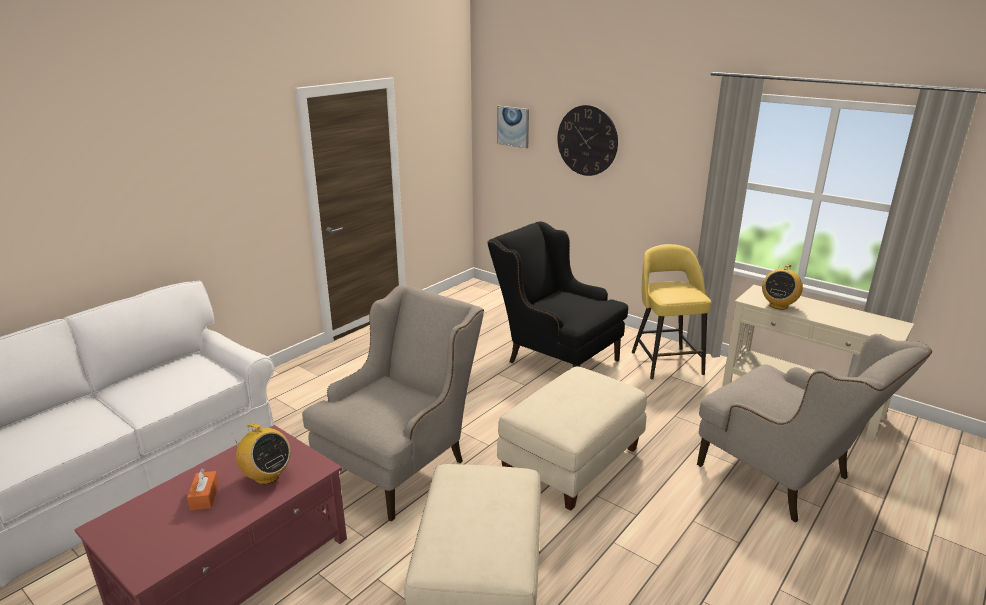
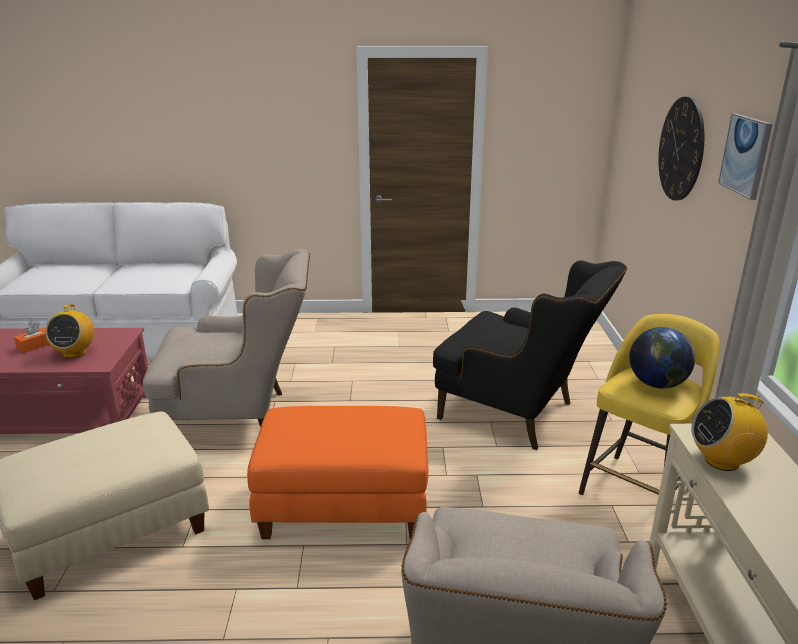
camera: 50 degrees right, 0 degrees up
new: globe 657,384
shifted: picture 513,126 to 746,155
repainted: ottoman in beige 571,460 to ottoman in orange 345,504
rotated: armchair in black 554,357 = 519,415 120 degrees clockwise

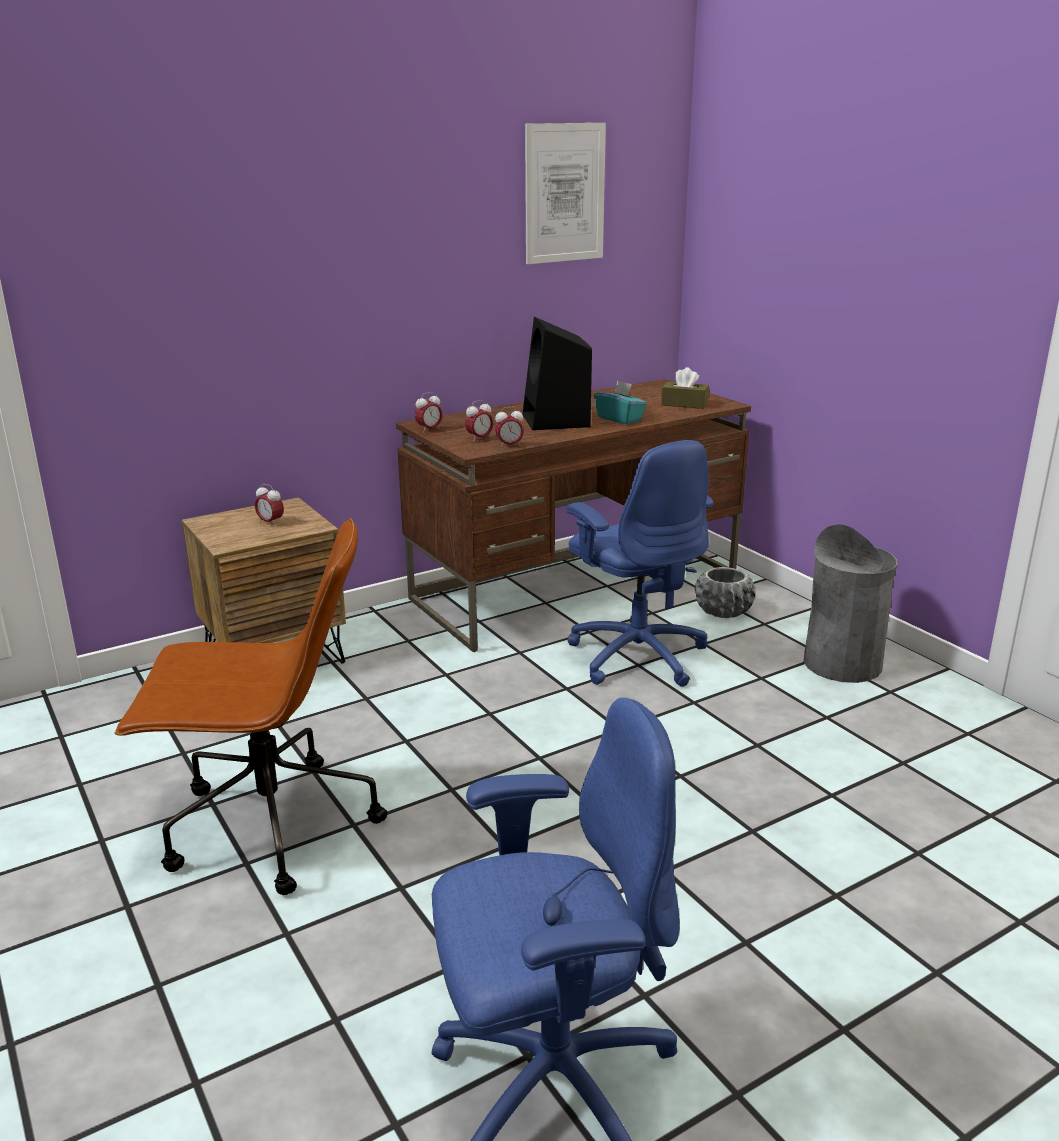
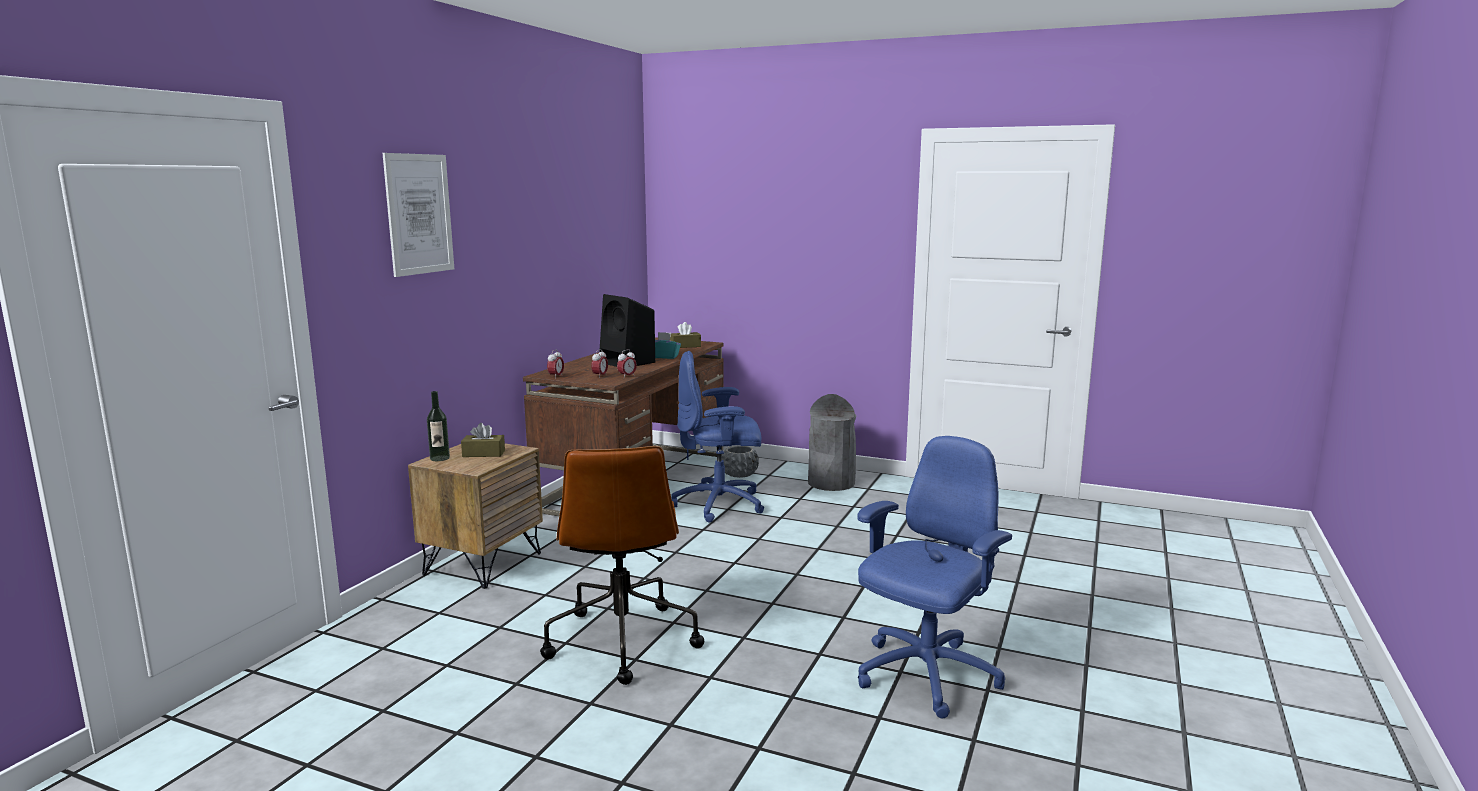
camera: 35 degrees left, 10 degrees down
new: bottle 440,458
shifted: picture 564,193 to 419,214
swapped: alarm clock 270,523 to tissue box in brown 483,453
rotated: office chair in blue 637,655 = 720,505 150 degrees clockwise; office chair in brown 268,827 = 622,640 120 degrees clockwise

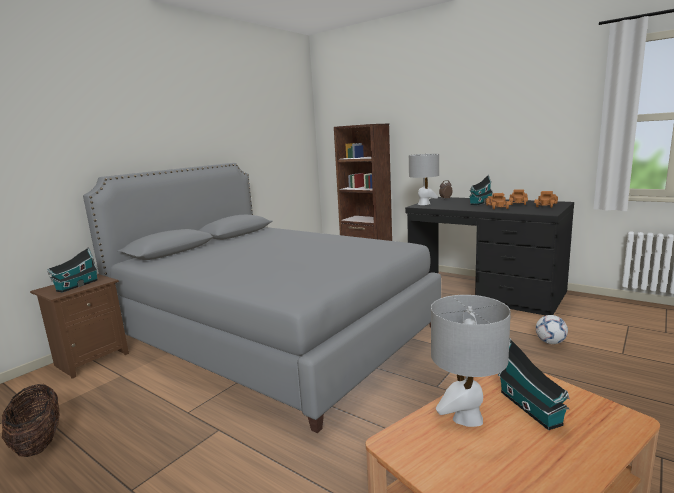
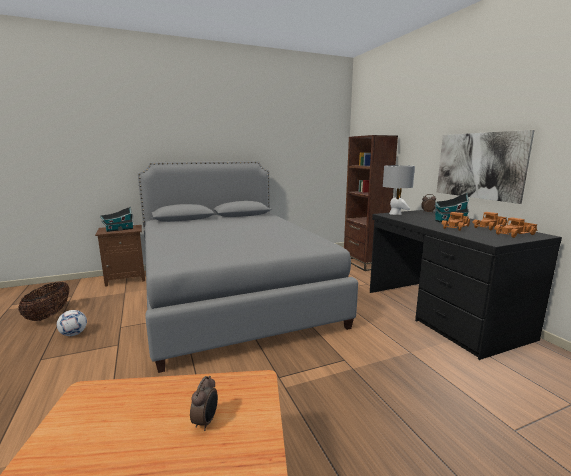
camera: 30 degrees right, 0 degrees up
gone: table lamp in grey 467,418
new: picture 479,165
shifted: football 550,342 to 74,334
swapped: toy house 532,409 to alarm clock 206,421

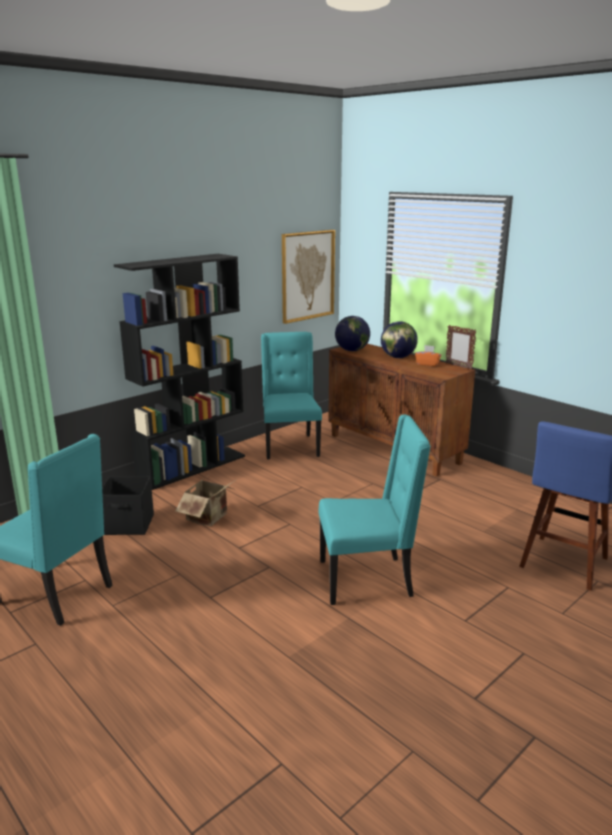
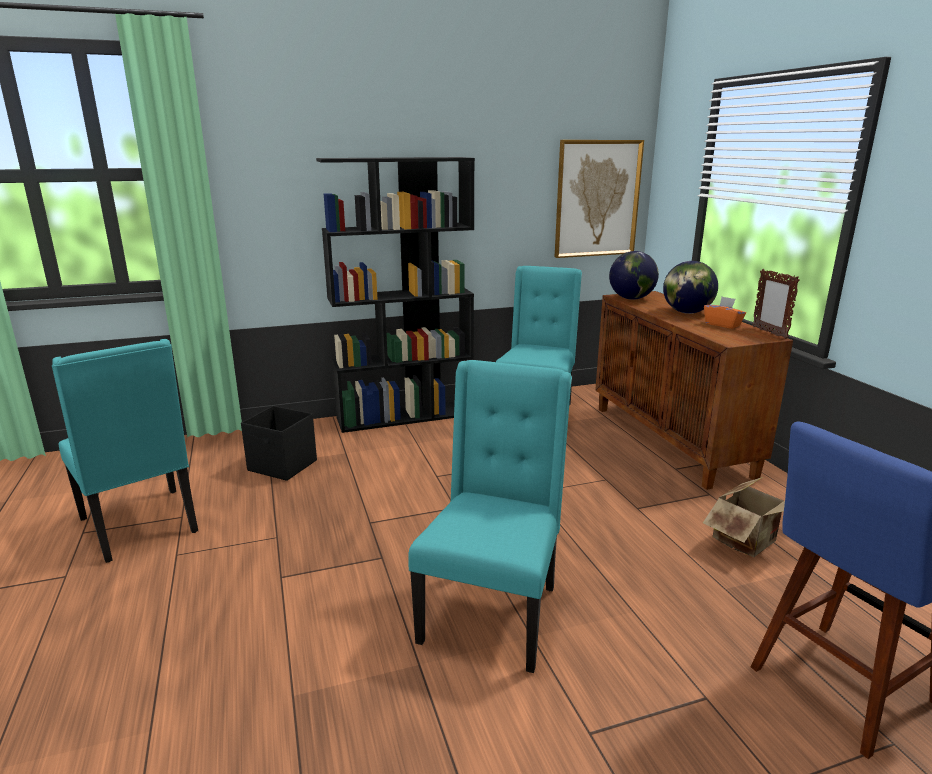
camera: 25 degrees right, 0 degrees up
shifted: cardboard box 210,517 to 749,542
rotated: chair in turquoise 367,579 = 492,613 90 degrees counterclockwise

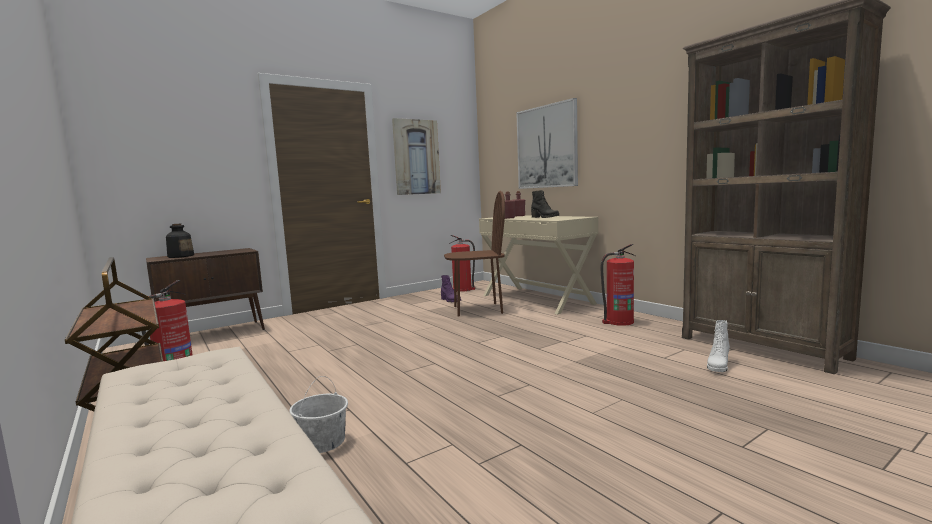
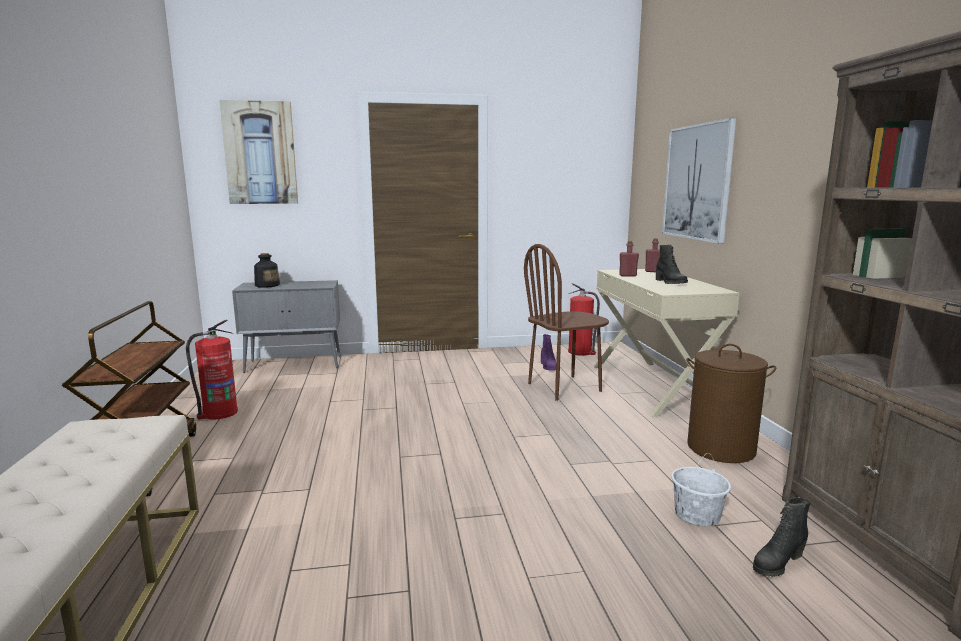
camera: 25 degrees right, 5 degrees up
shifted: picture 416,157 to 260,153; bucket in white 323,442 to 697,514
swapped: fire extinguisher 619,322 to laundry basket in brown 721,448
repainted: cabinet in brown 214,334 to cabinet in grey 295,364; boot in white 718,366 to boot in black 777,563
rotated: chair in brown 478,309 = 564,387 135 degrees clockwise

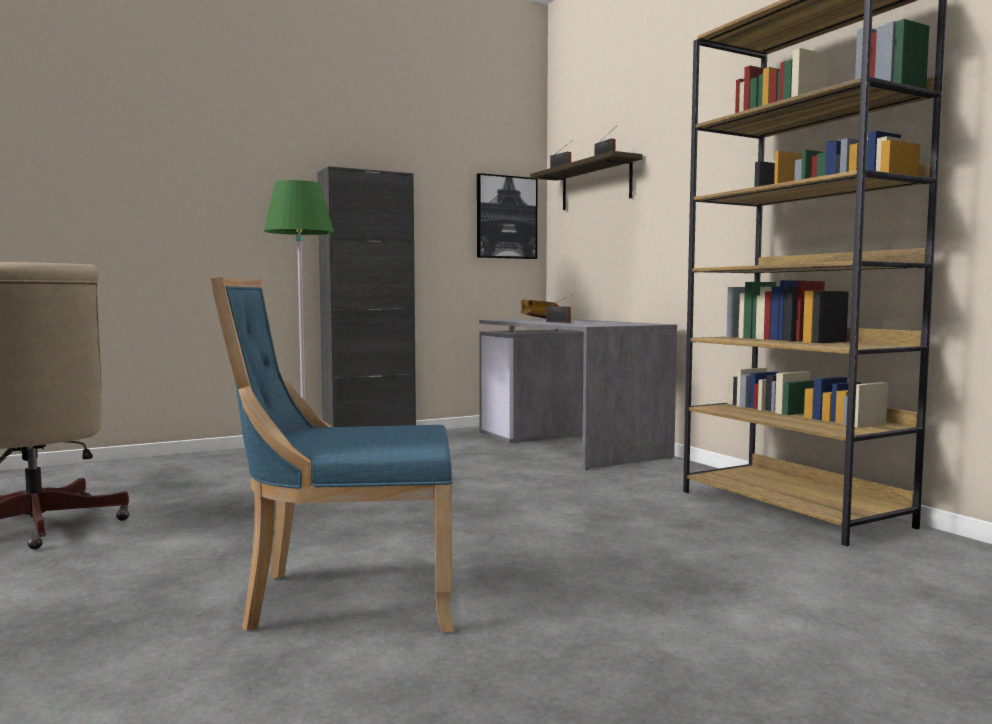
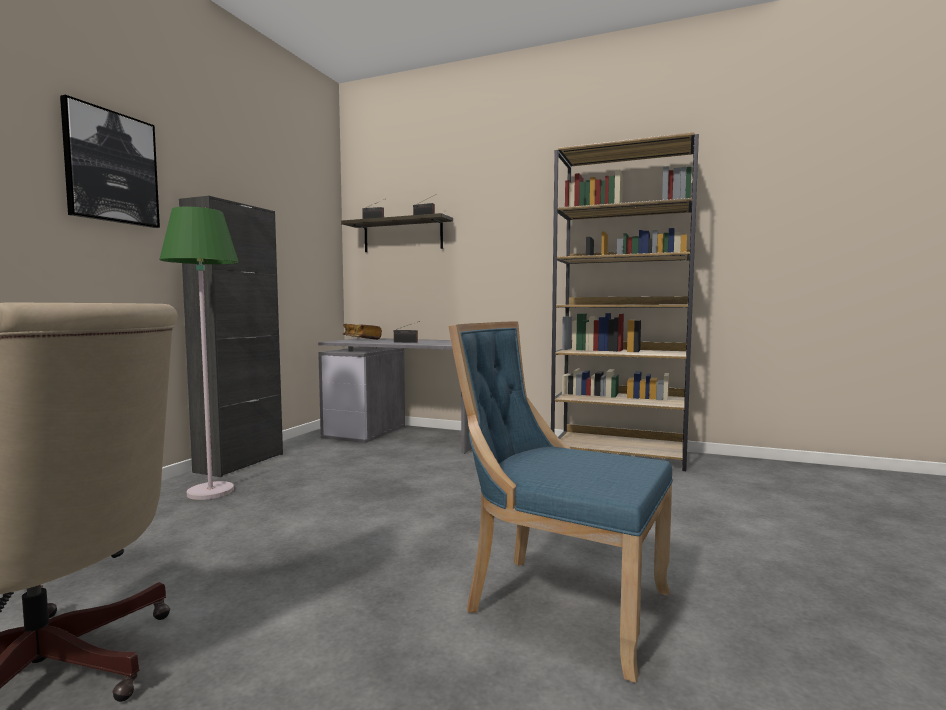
camera: 40 degrees left, 0 degrees up
shifted: picture 506,217 to 111,167
rotated: chair in blue 346,598 = 559,603 75 degrees clockwise

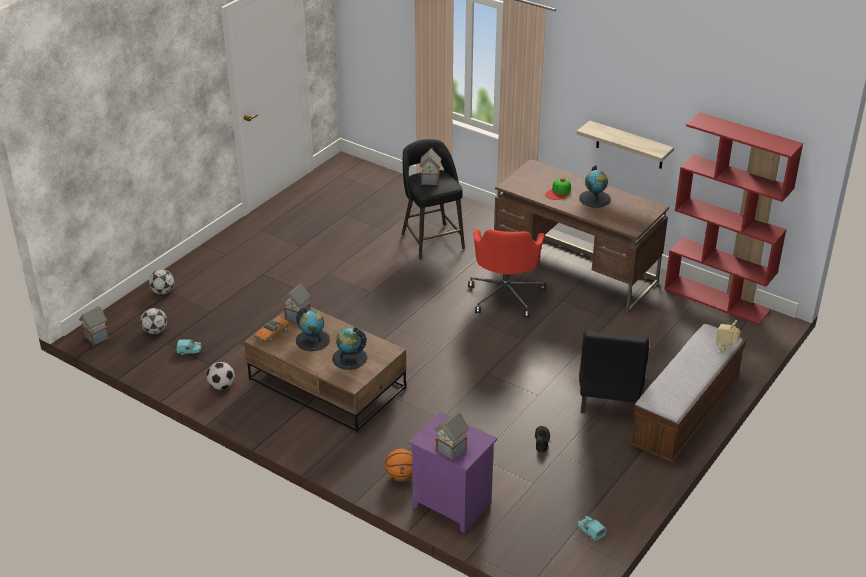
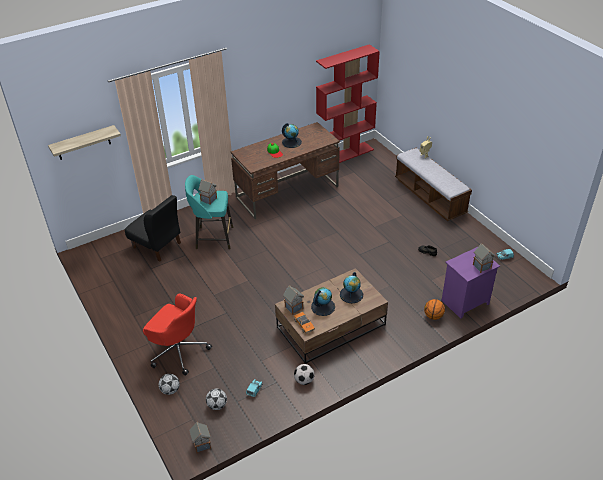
camera: 65 degrees left, 5 degrees up
shifted: shelf 629,145 to 83,143; office chair in red 505,295 to 178,350; chair in black 609,396 to 157,245
repainted: stool in black 432,240 to stool in turquoise 213,238

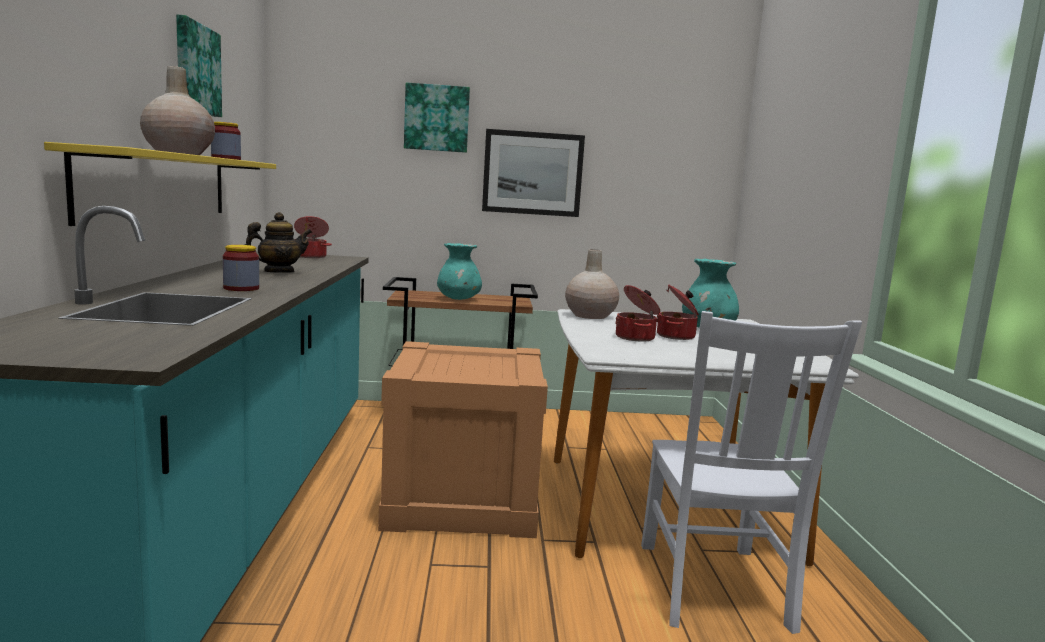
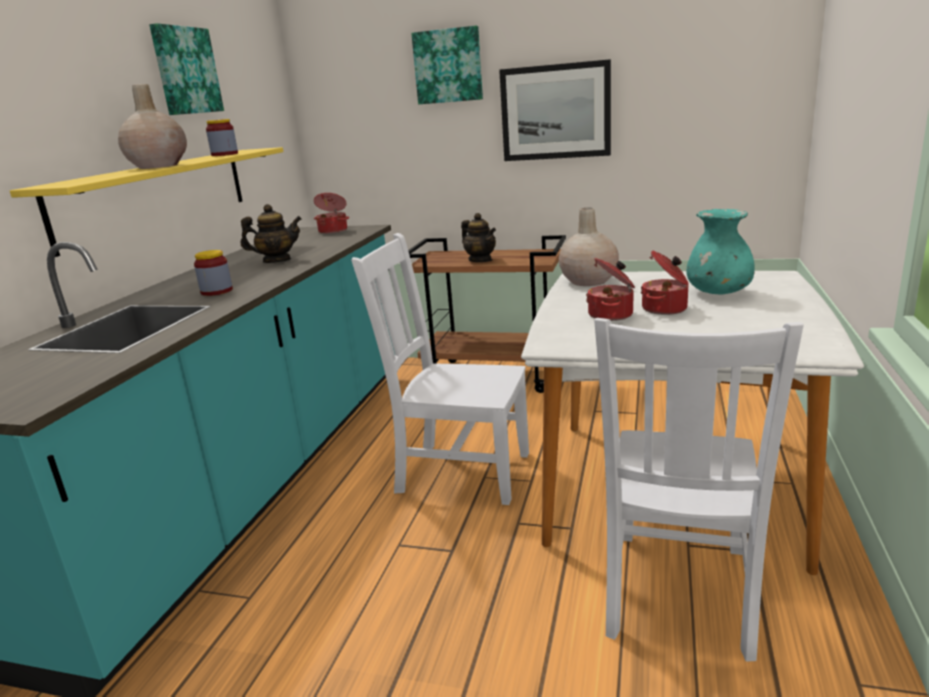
camera: 20 degrees right, 10 degrees up
swapped: vase in turquoise 459,299 to teapot 480,260; crate 461,498 to chair in white 458,471

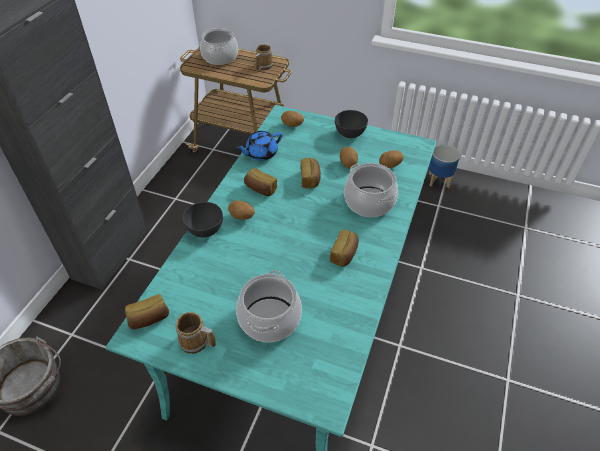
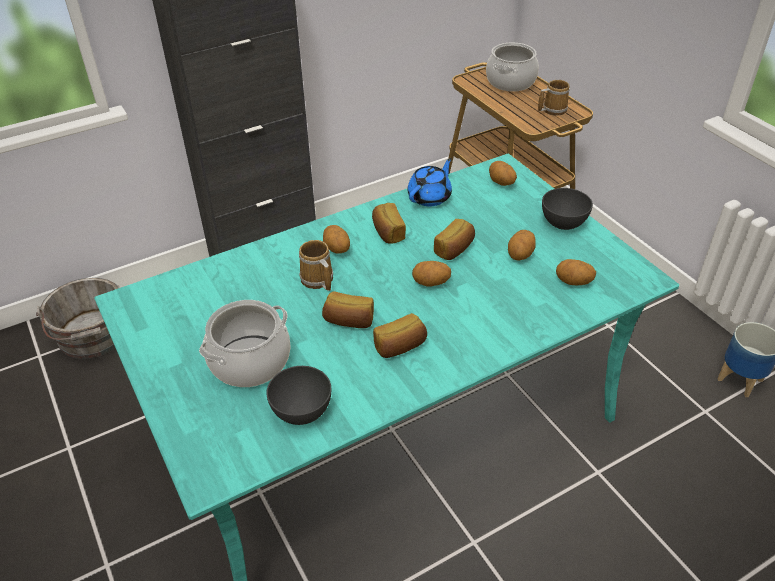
camera: 40 degrees right, 5 degrees down
gone: cooking pot 369,202
new: potato 431,284
shifted: bowl in grey 205,230 to 301,412; bread 149,319 to 349,321; mug 195,342 to 317,280
rotated: teapot in blue 261,154 = 430,197 120 degrees clockwise

